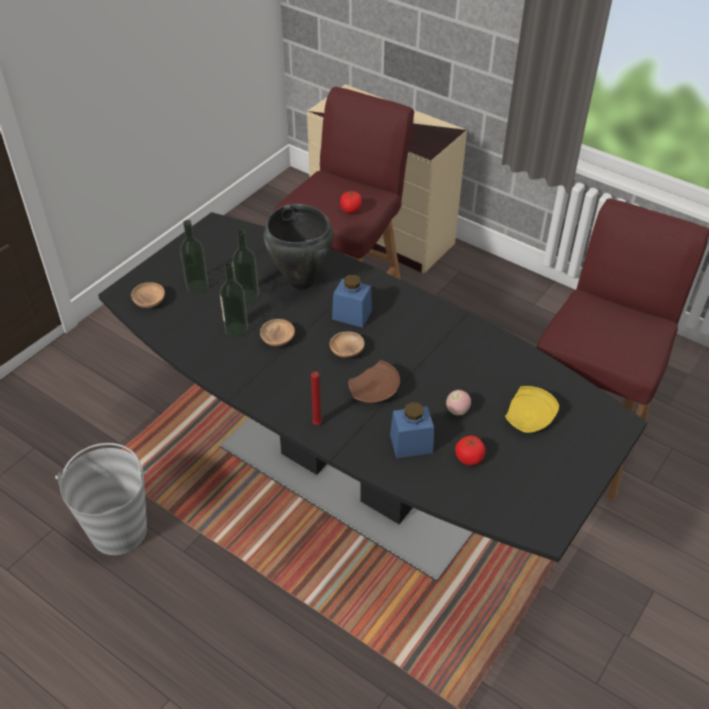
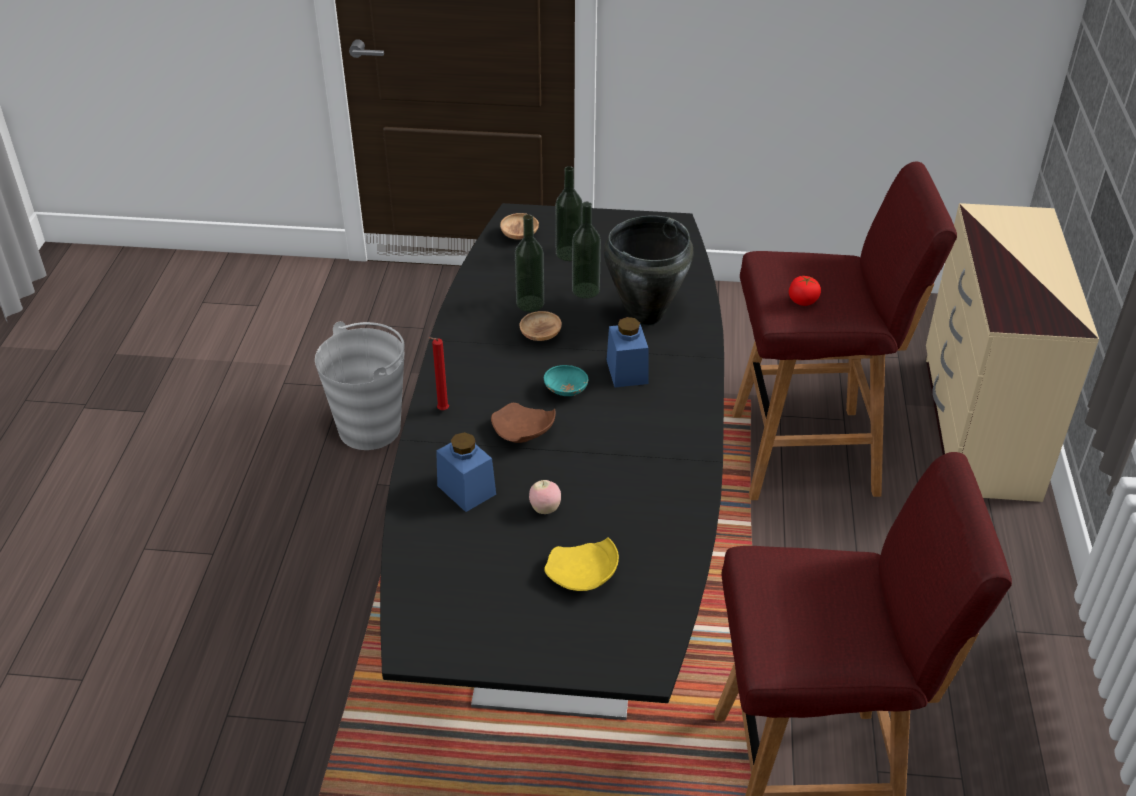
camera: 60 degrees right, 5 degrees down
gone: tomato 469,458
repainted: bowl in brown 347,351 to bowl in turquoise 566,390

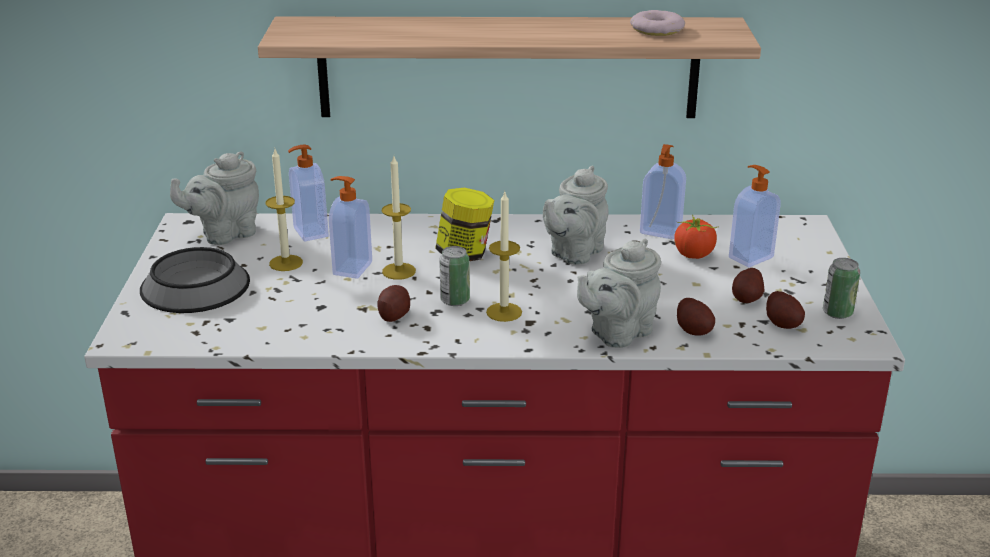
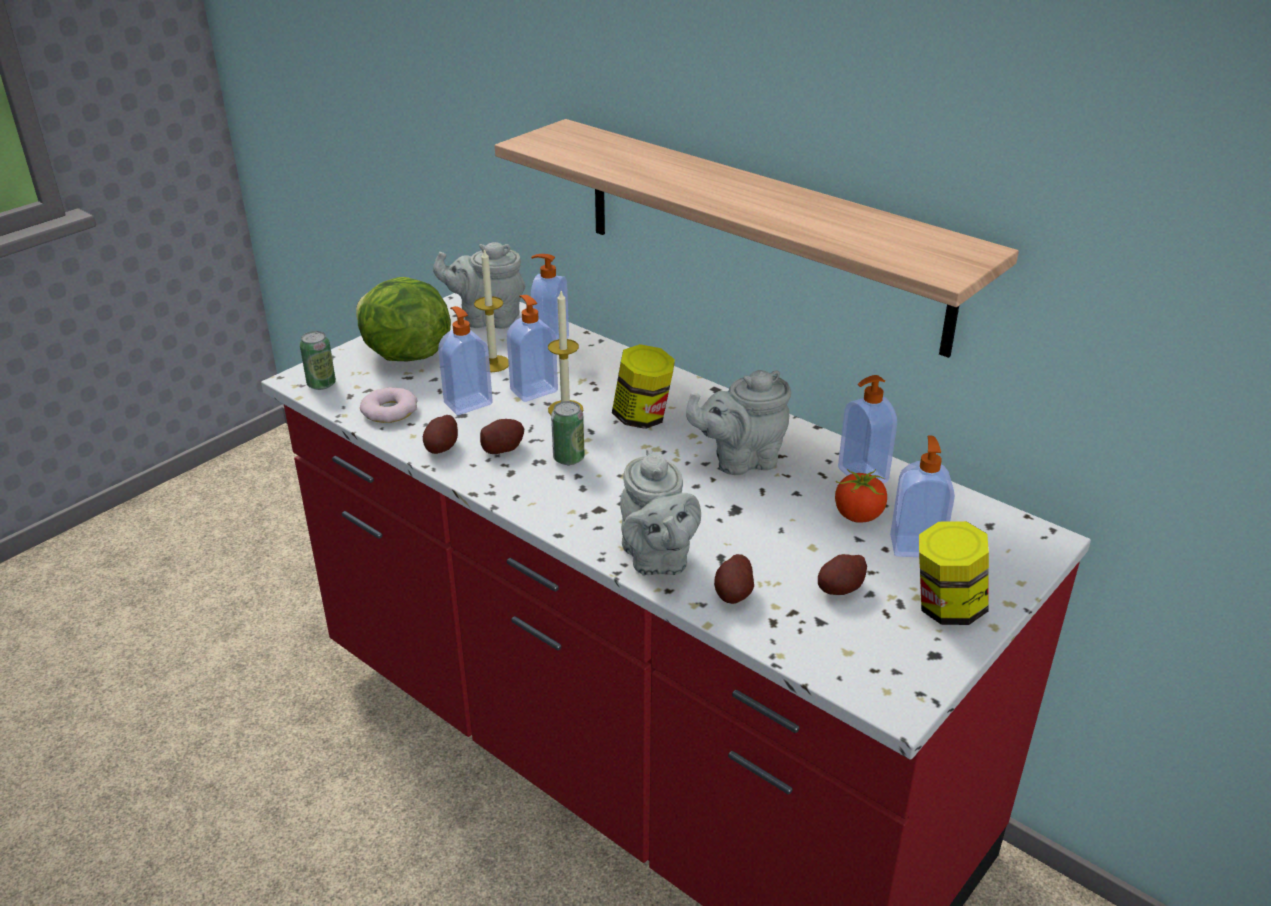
camera: 40 degrees right, 5 degrees up
gone: candle 504,312
new: soap dispenser 467,403; jar 946,608
shifted: donut 656,29 to 389,411; can 837,313 to 321,384; potato 783,323 to 441,448
swapped: bowl 195,285 to lettuce 404,355
rotated: teapot in grey 617,333 = 656,559 105 degrees counterclockwise

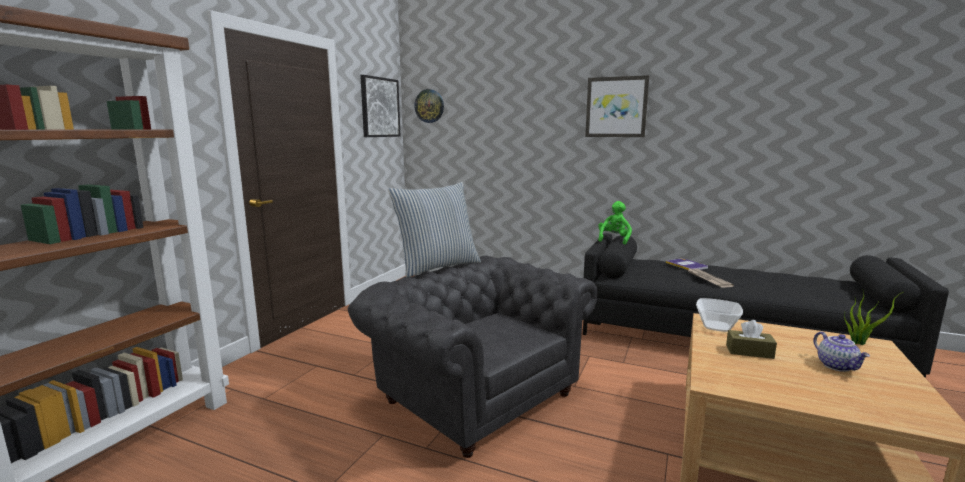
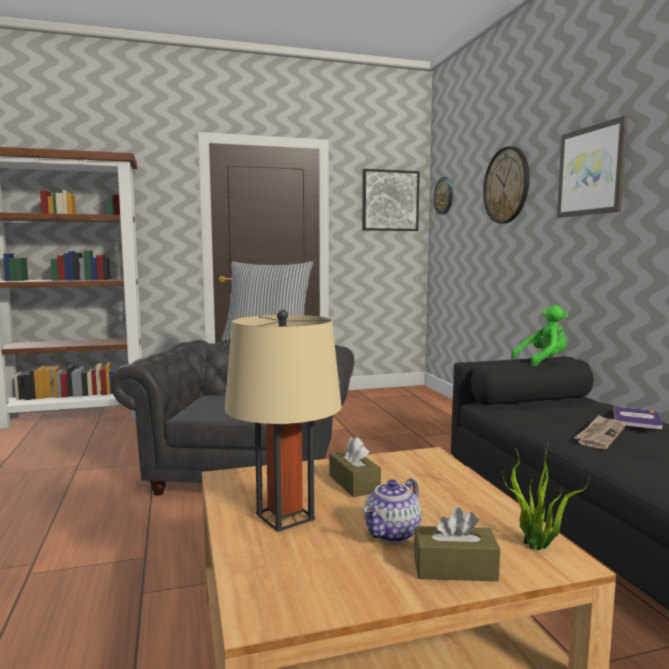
camera: 50 degrees right, 5 degrees down
gone: bowl 716,326
new: wall clock 506,185; table lamp in beige 285,516; tissue box in brown 454,568

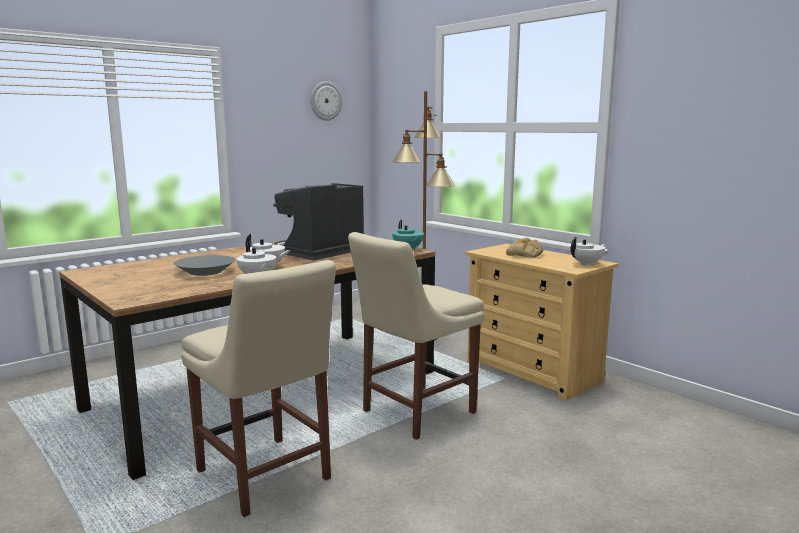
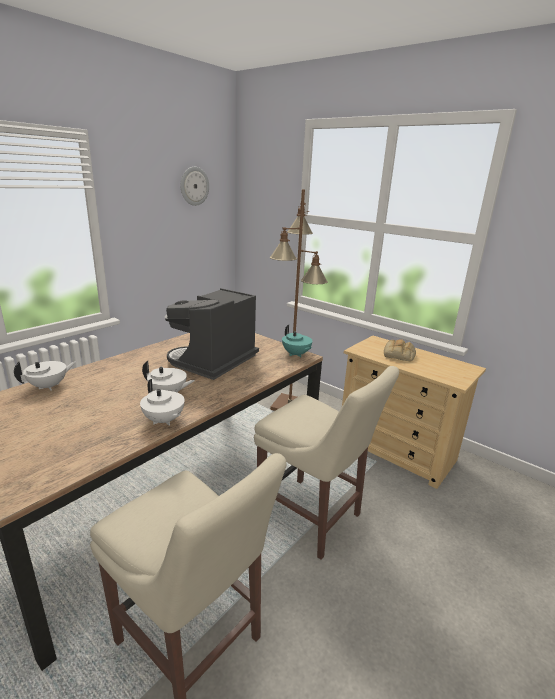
camera: 10 degrees left, 10 degrees up
gone: bowl in grey 205,272
shifted: teapot in white 586,264 to 49,386
rotated: chair in beige 414,413 = 313,518 90 degrees counterclockwise

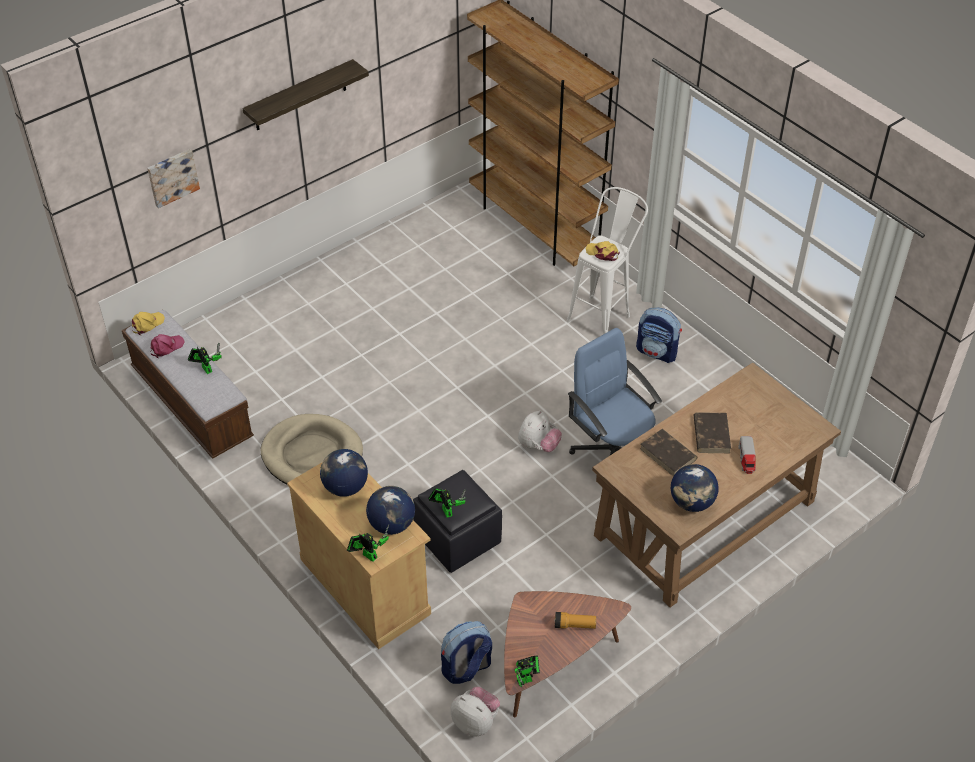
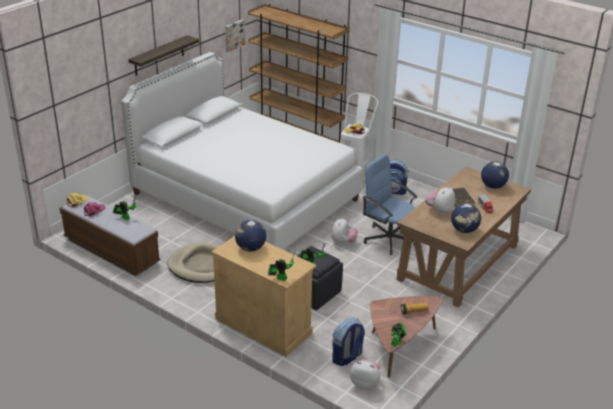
camera: 15 degrees left, 15 degrees down
new: bed in white 245,197
shifted: picture 172,177 to 234,35; globe 391,524 to 493,186
swapped: book in brown 668,454 to plush toy 439,211

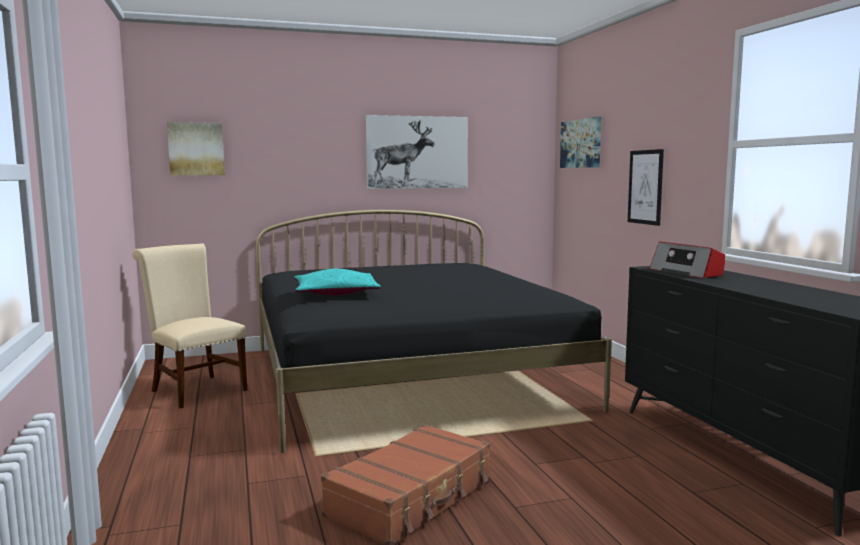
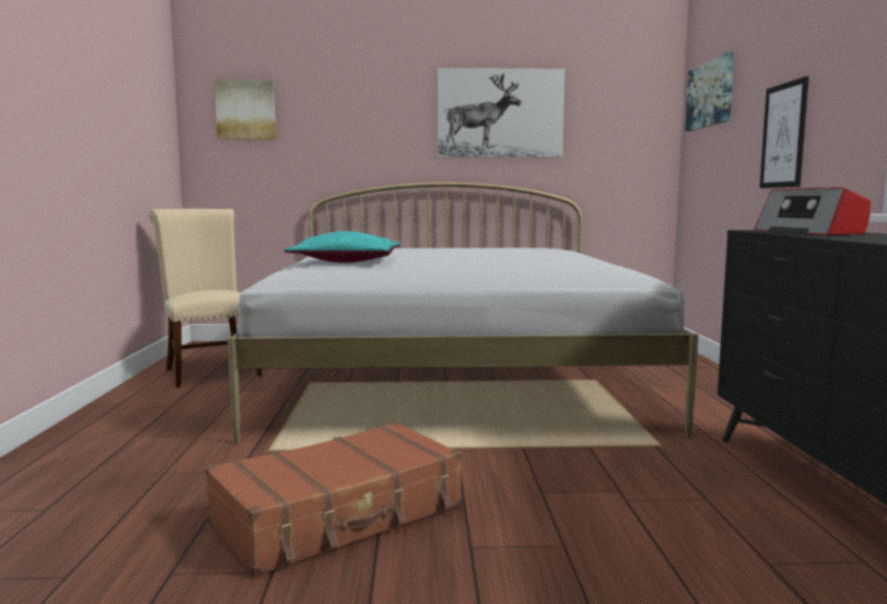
camera: 15 degrees right, 0 degrees up
repainted: bed in black 408,377 to bed in white 453,376

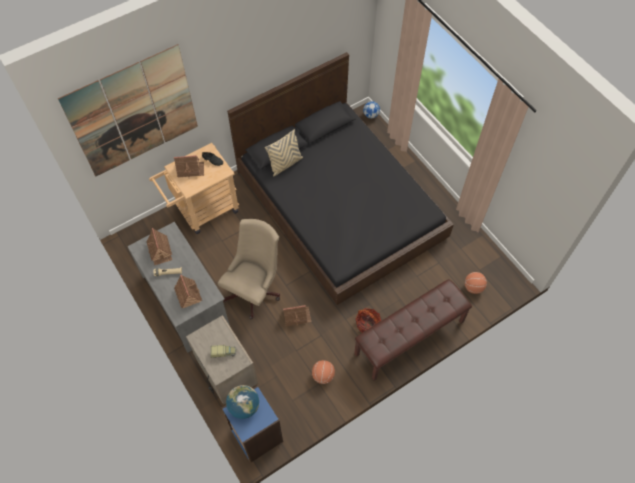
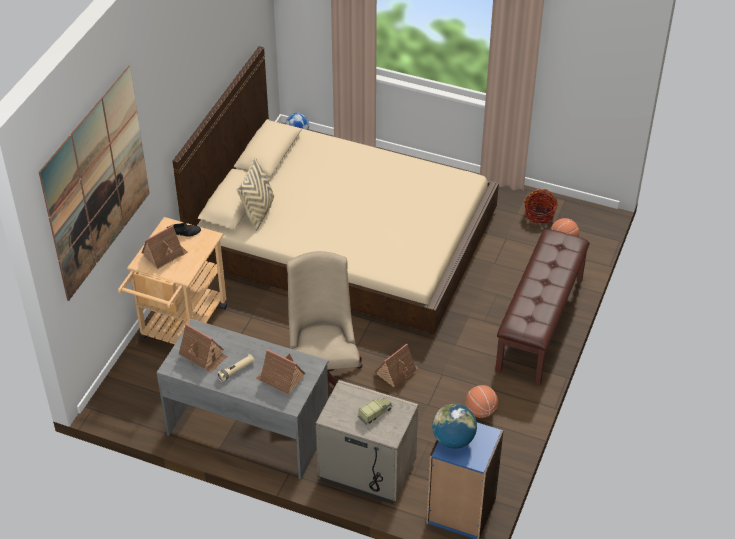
camera: 35 degrees left, 15 degrees down
shifted: basket 367,324 to 539,215
repainted: bed in black 340,203 to bed in beige 343,237

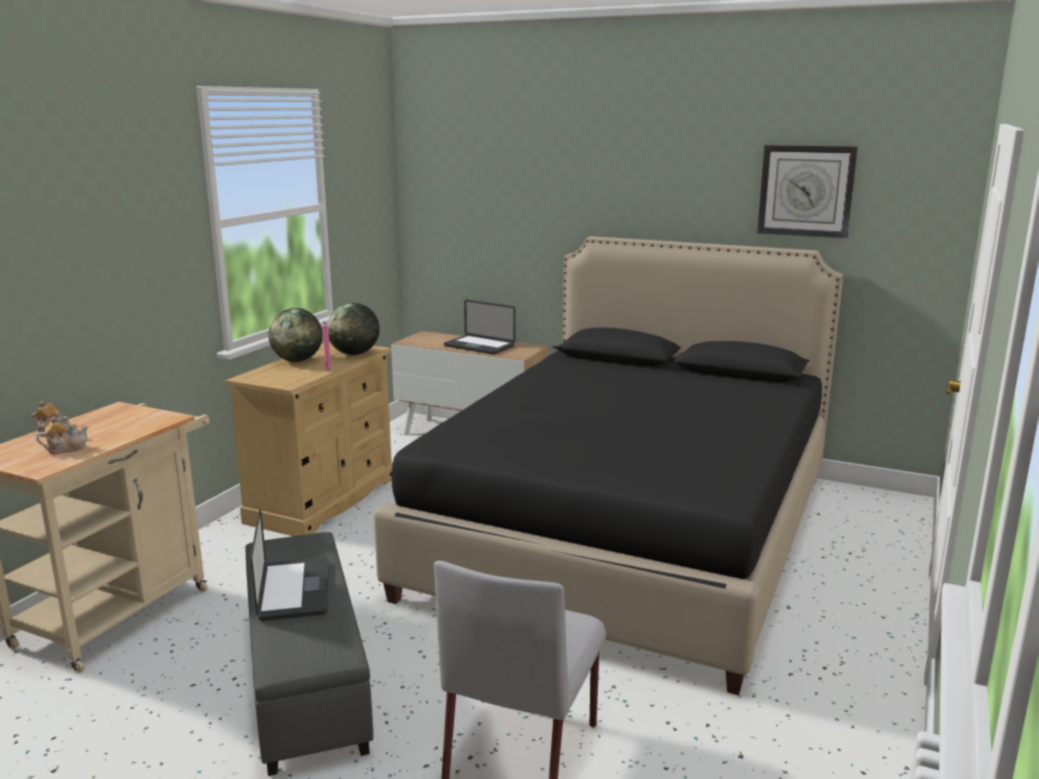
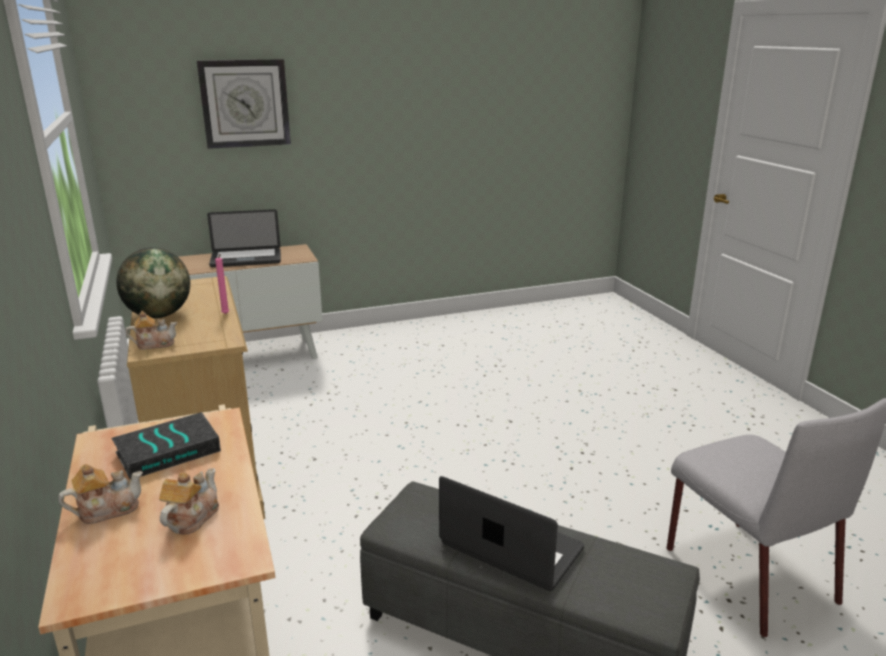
camera: 45 degrees left, 5 degrees up
gone: bed in black 630,533; globe 354,354
new: teapot 154,344; book 169,450
shifted: wall clock 806,191 to 245,103

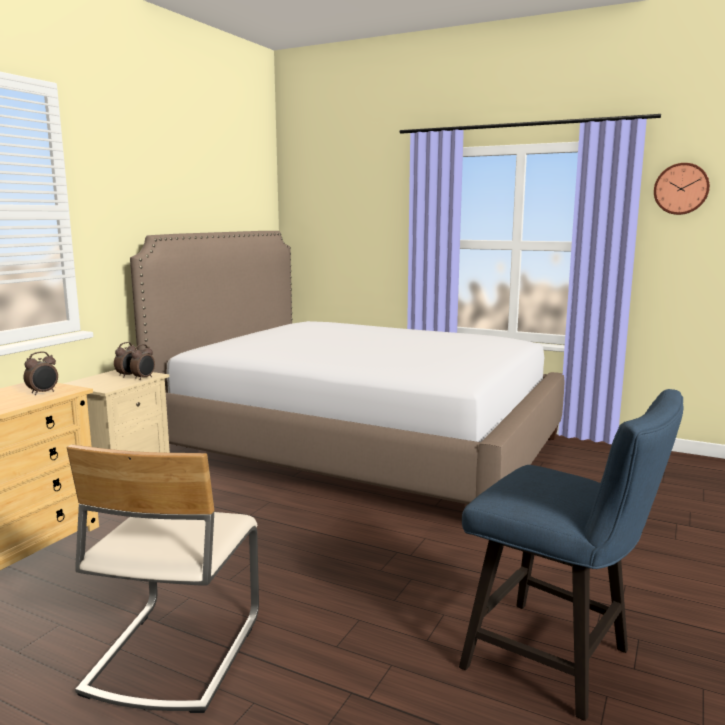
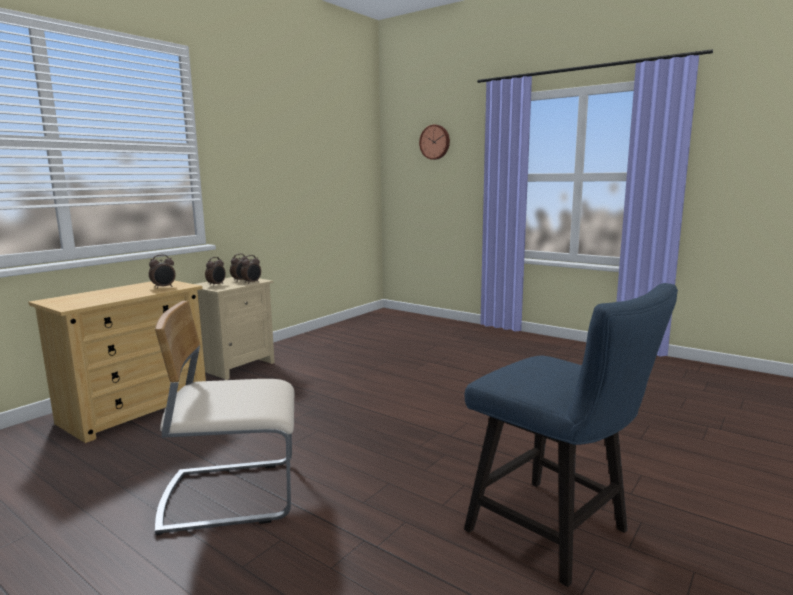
camera: 10 degrees right, 0 degrees up
gone: bed 361,447
new: alarm clock 216,285
shifted: wall clock 681,189 to 435,142
rotated: chair in beige 174,653 = 231,495 60 degrees clockwise

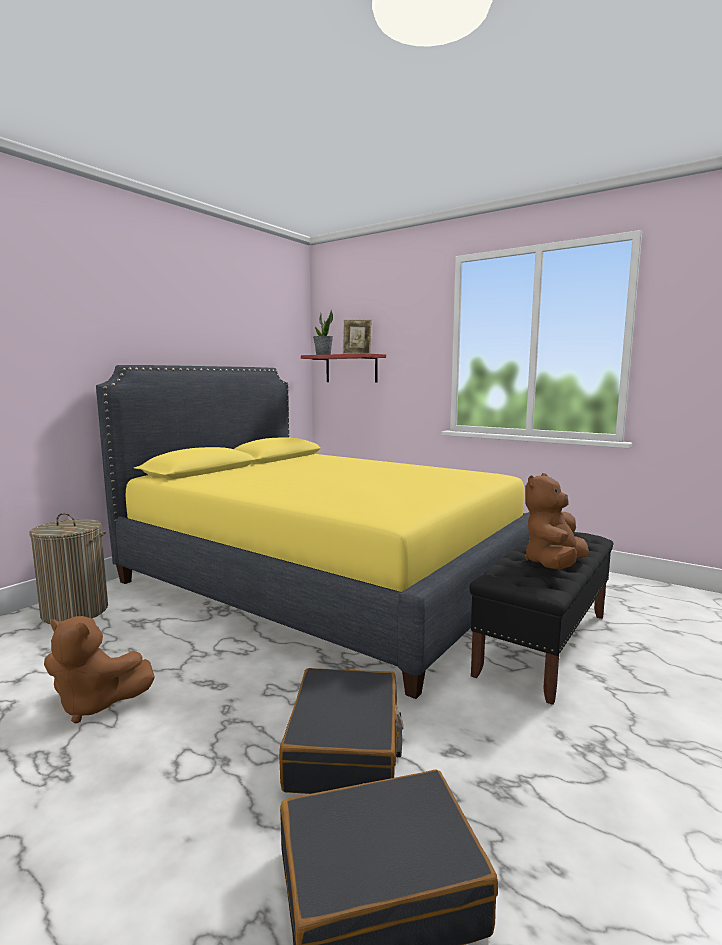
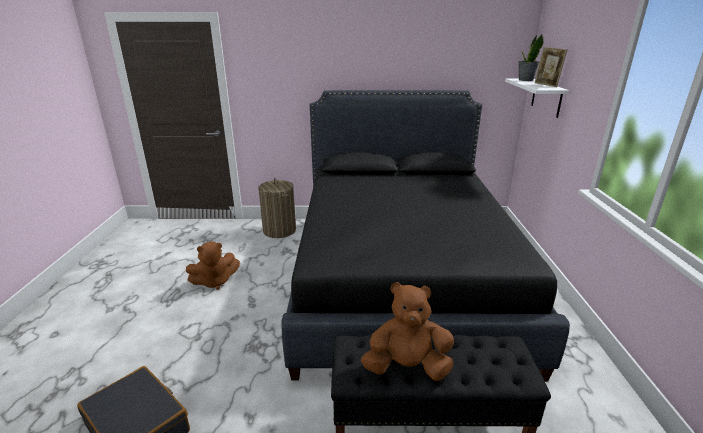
camera: 55 degrees right, 15 degrees up
gone: suitcase in black 345,748
repainted: shelf in red 351,368 to shelf in white 546,97; bed in yellow 326,581 to bed in black 401,278
rotated: plush toy in brown 95,704 = 215,282 90 degrees counterclockwise

